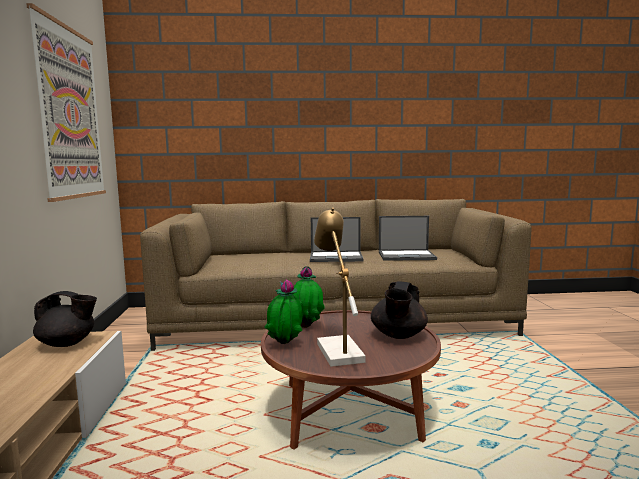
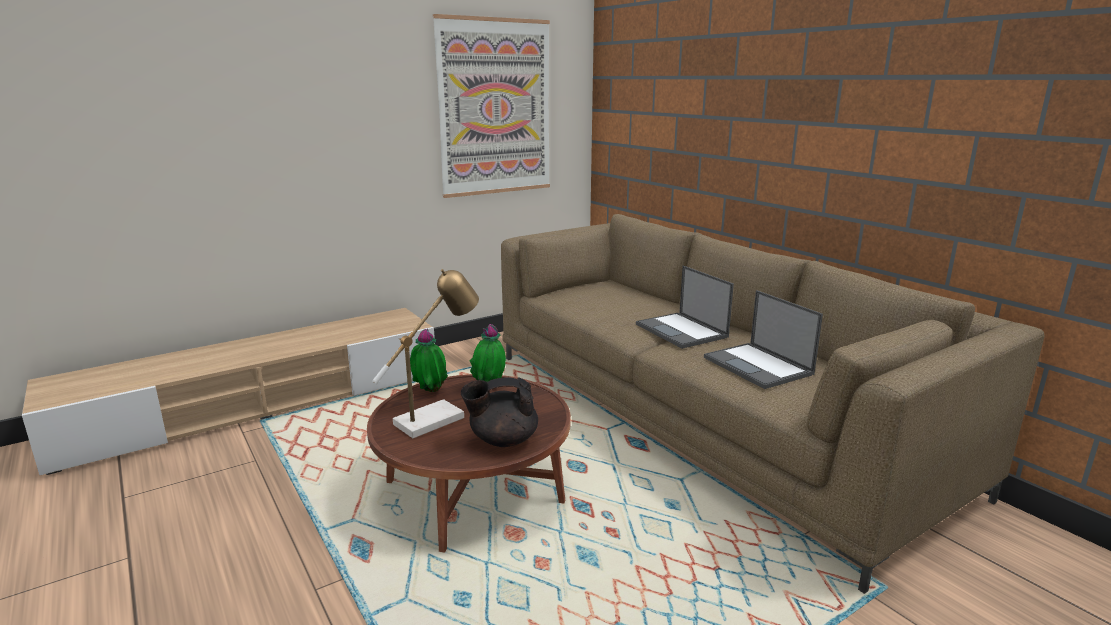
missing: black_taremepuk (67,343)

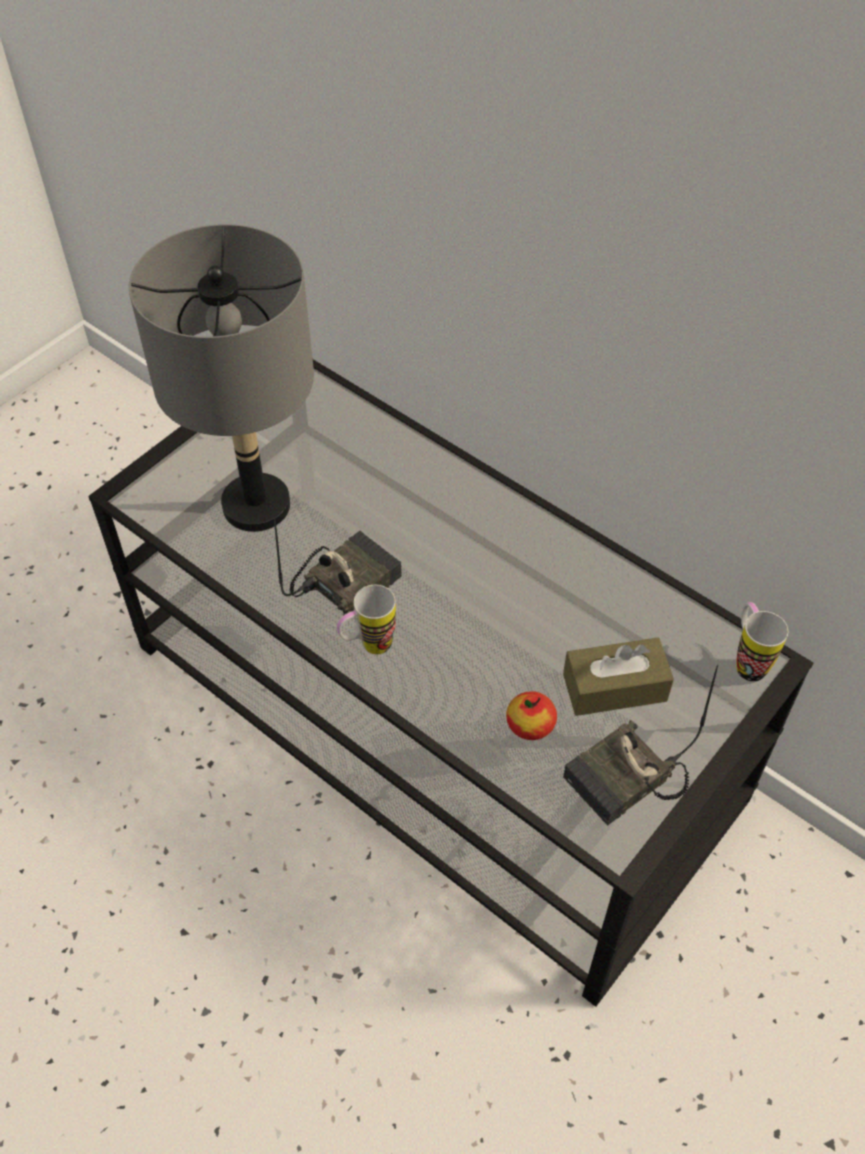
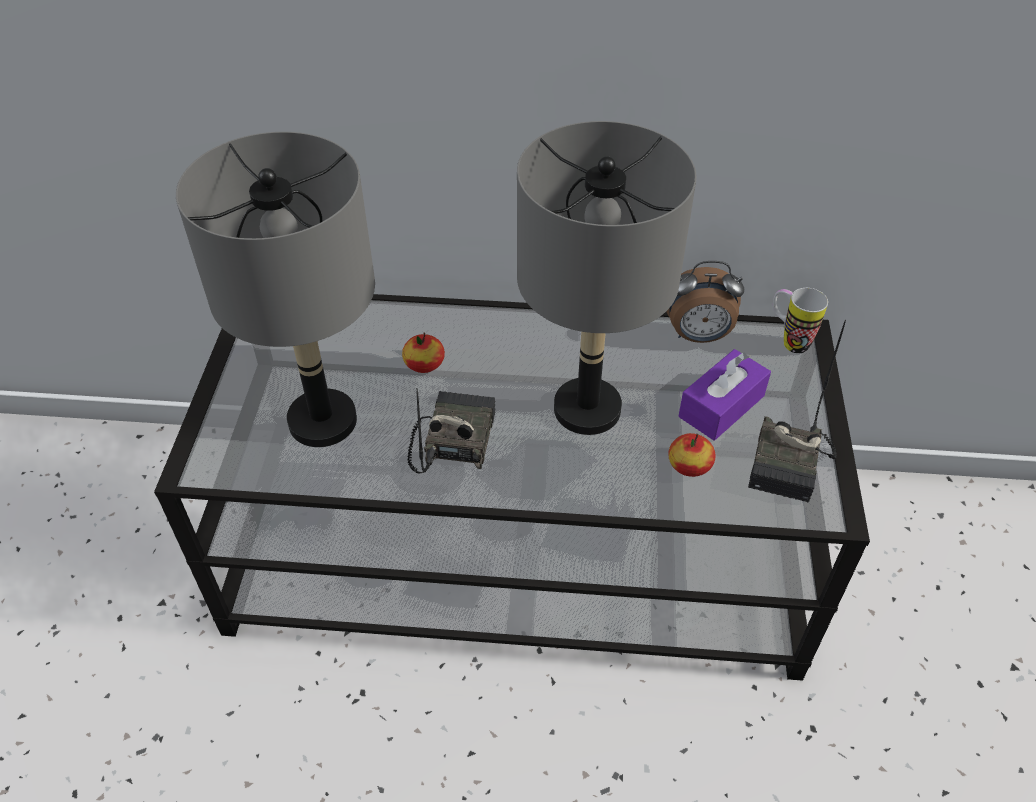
missing: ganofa (368,646)
appeared: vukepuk (424,364); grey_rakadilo (586,410); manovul (698,336)
colour: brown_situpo (614,687) to purple_situpo (721,406)

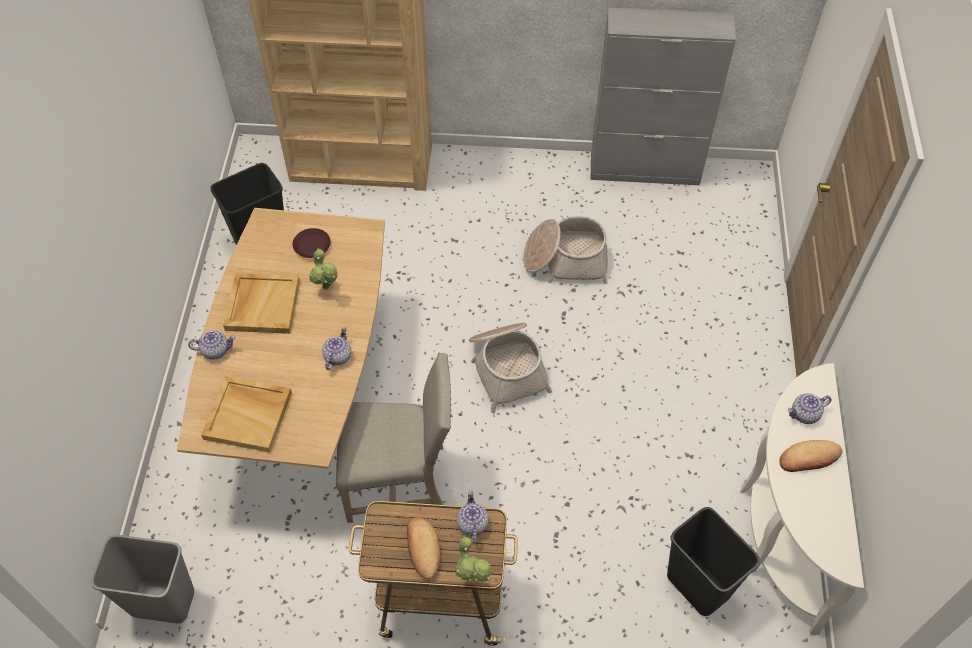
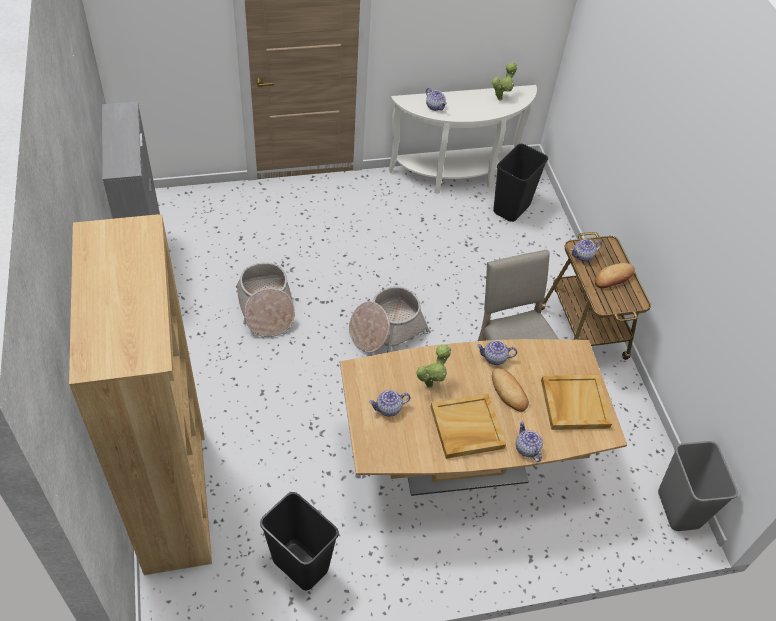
relocated: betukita (472,577) to (501,98); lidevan (809,458) to (508,392)
exchanged: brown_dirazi (311,246) to taremepuk (388,409)

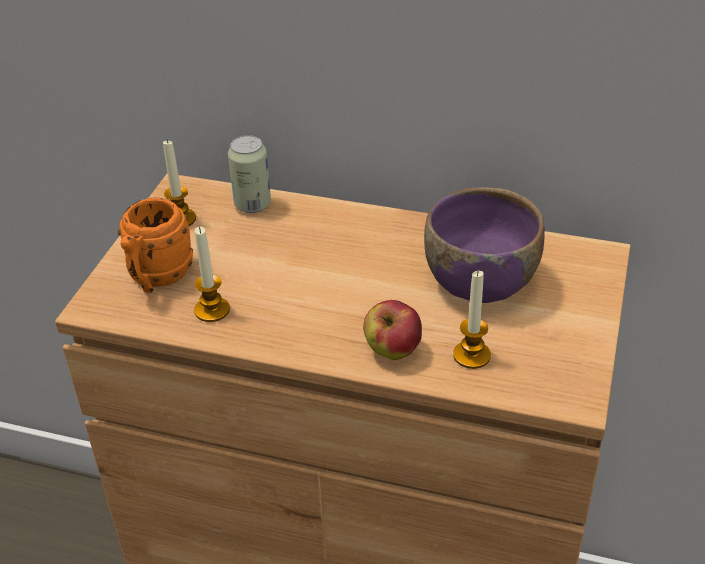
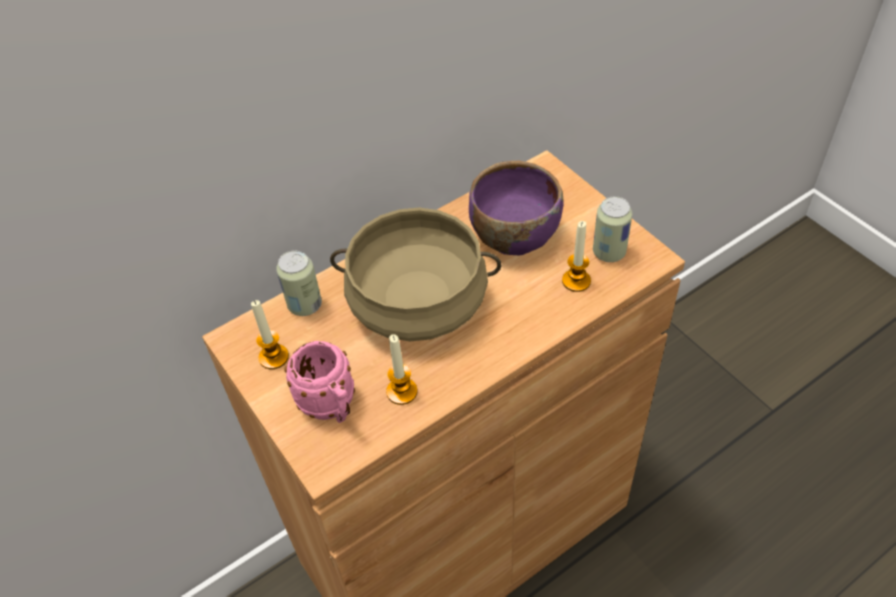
missing: vukepuk (392,350)
appeared: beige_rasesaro (418,302); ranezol (609,252)
colour: orange_ganofa (157,279) to pink_ganofa (332,407)

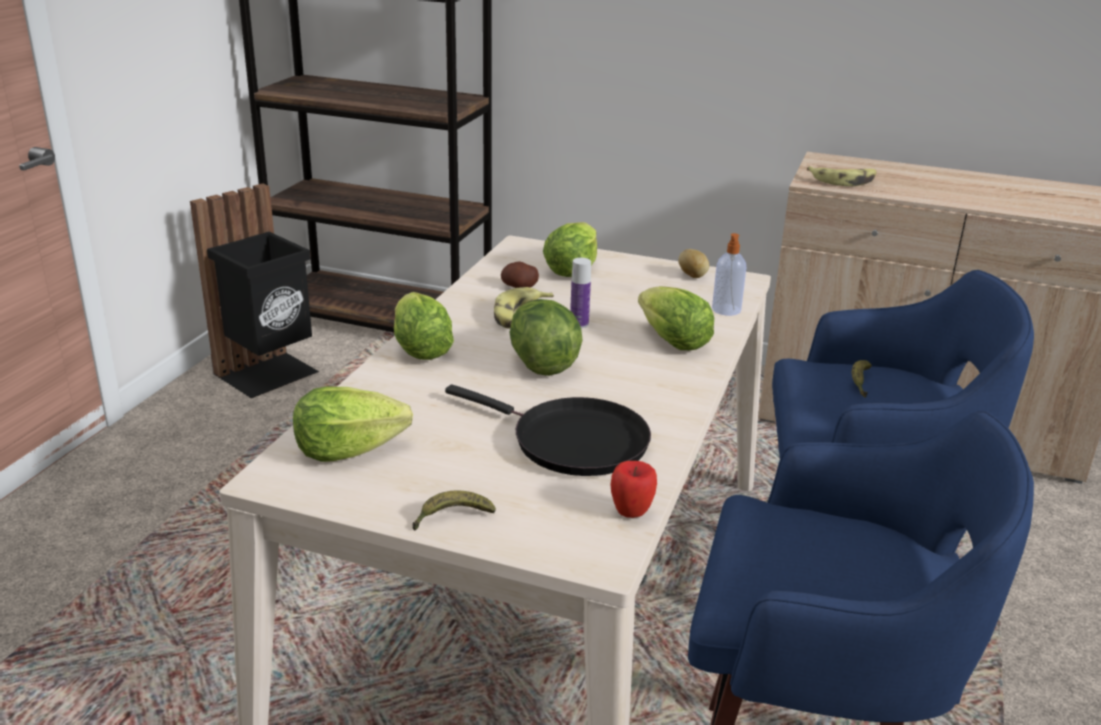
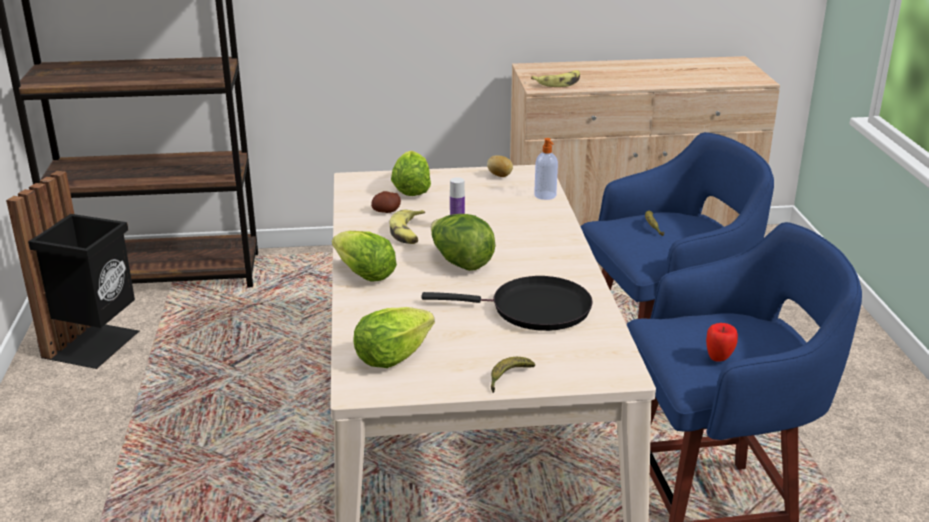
missing: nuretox (673,342)
relocated: vukepuk (631,513) to (719,358)

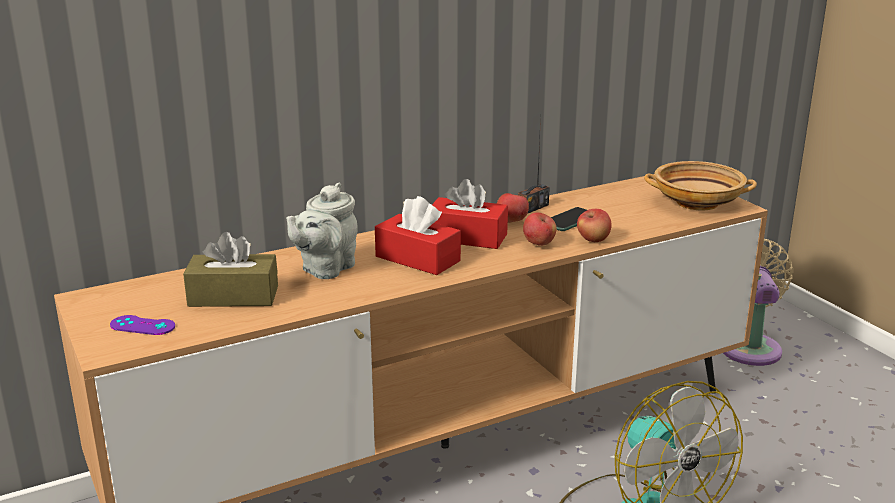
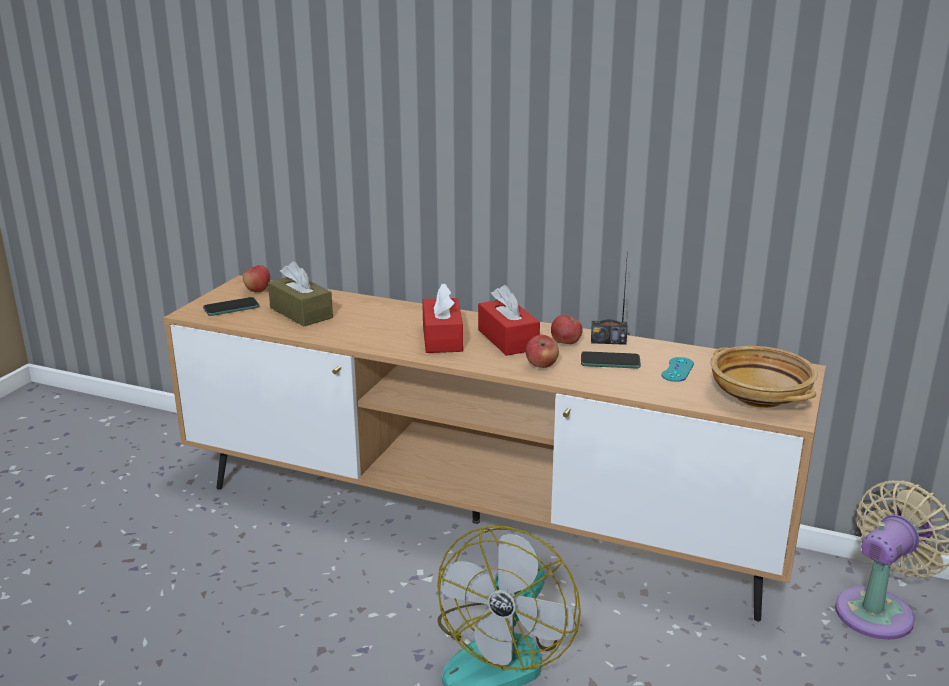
missing: grey_taremepuk (325,269)
appeared: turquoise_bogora (677,370)
relocated: vukepuk (593,240) to (258,290)
exchanged: purple_bogora (142,326) to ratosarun (231,308)

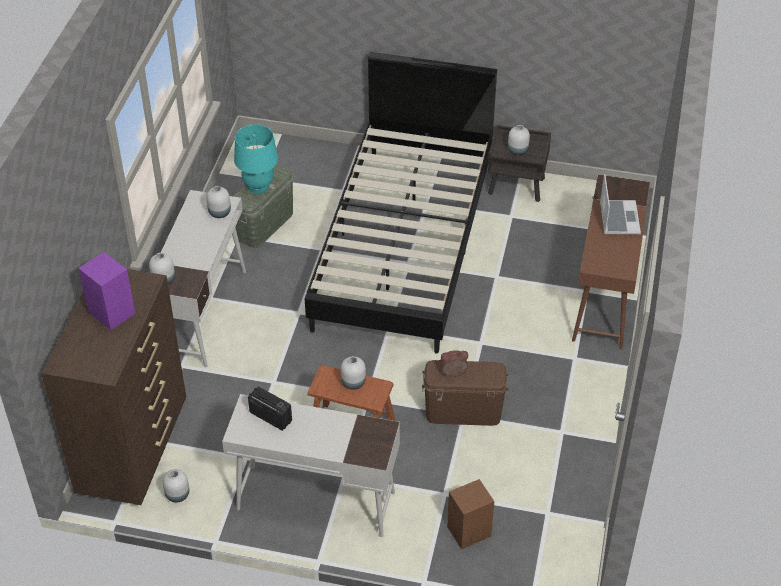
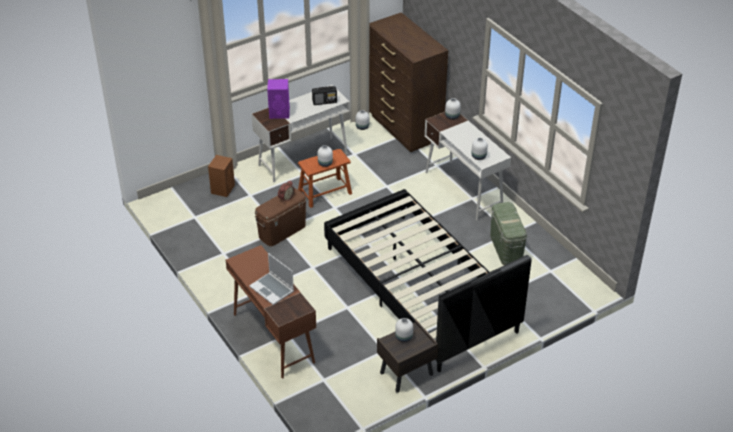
missing: turquoise_rakadilo (258,186)
relocated: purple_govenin (111,312) to (280,113)

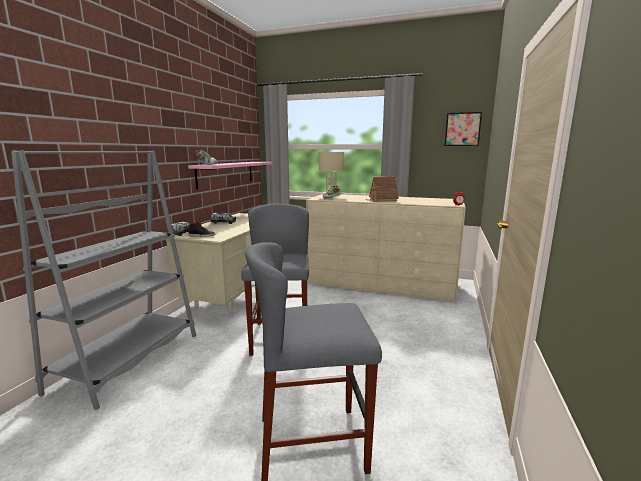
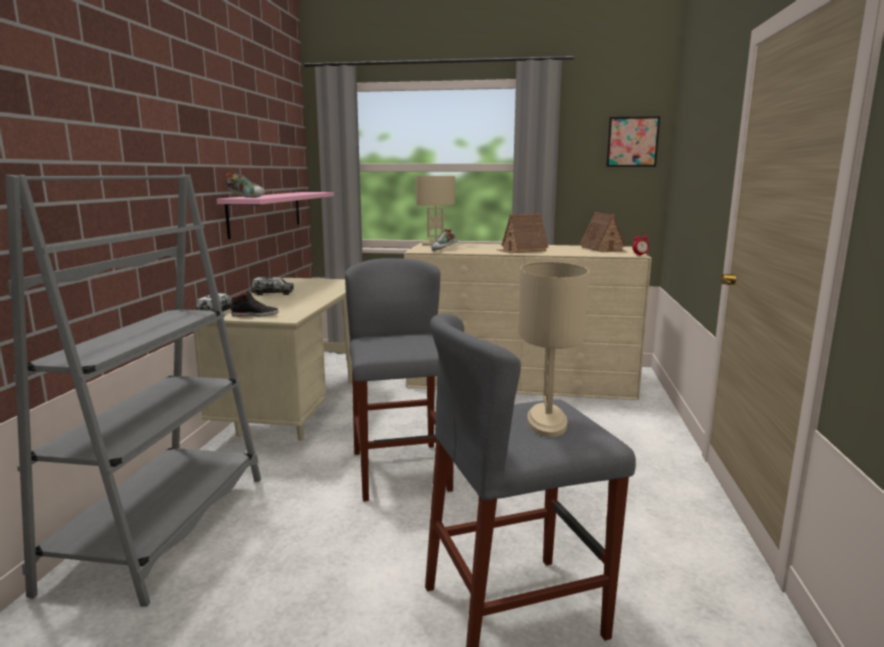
appeared: beige_rakadilo (547,422); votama (603,249)

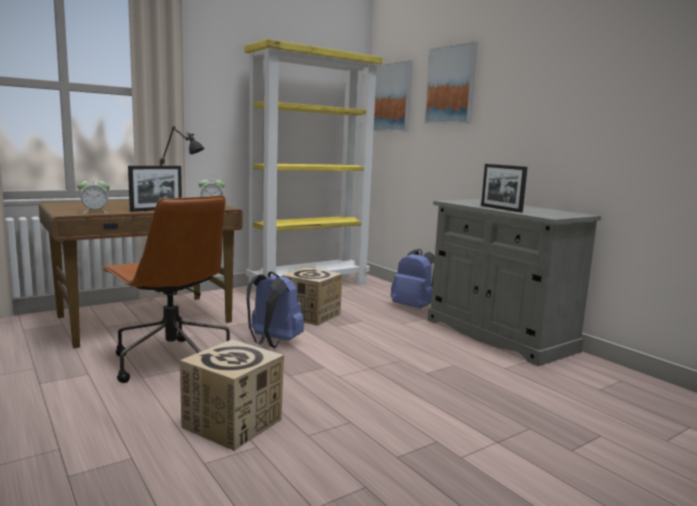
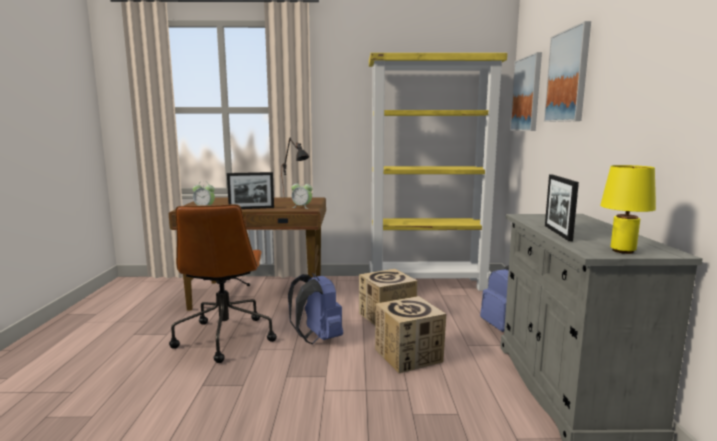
appeared: yellow_rakadilo (622,251)
relocated: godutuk (233,423) to (408,355)

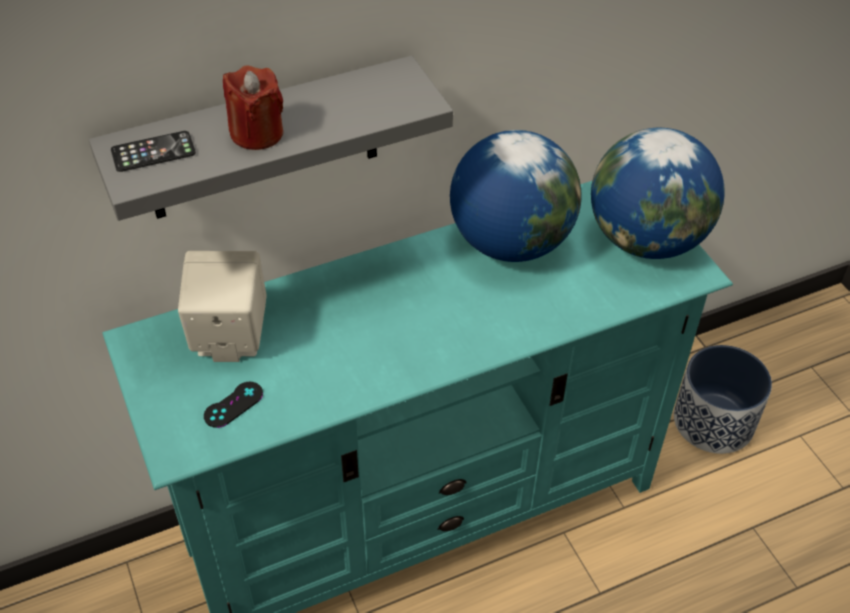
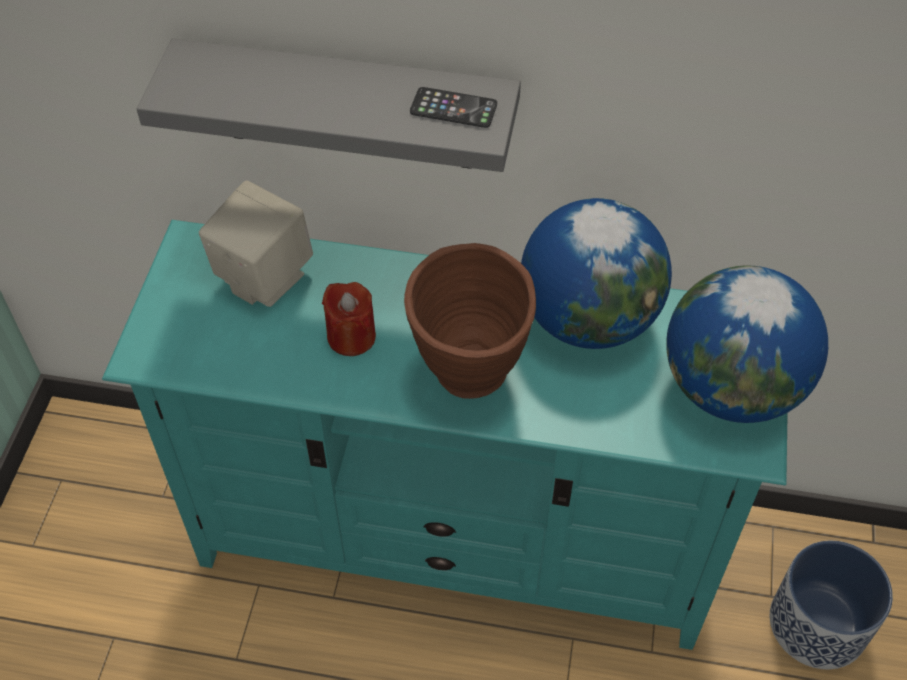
missing: black_bogora (233,405)
appeared: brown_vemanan (470,384)
relocated: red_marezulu (257,133) to (351,337); ratosarun (153,152) to (453,108)

